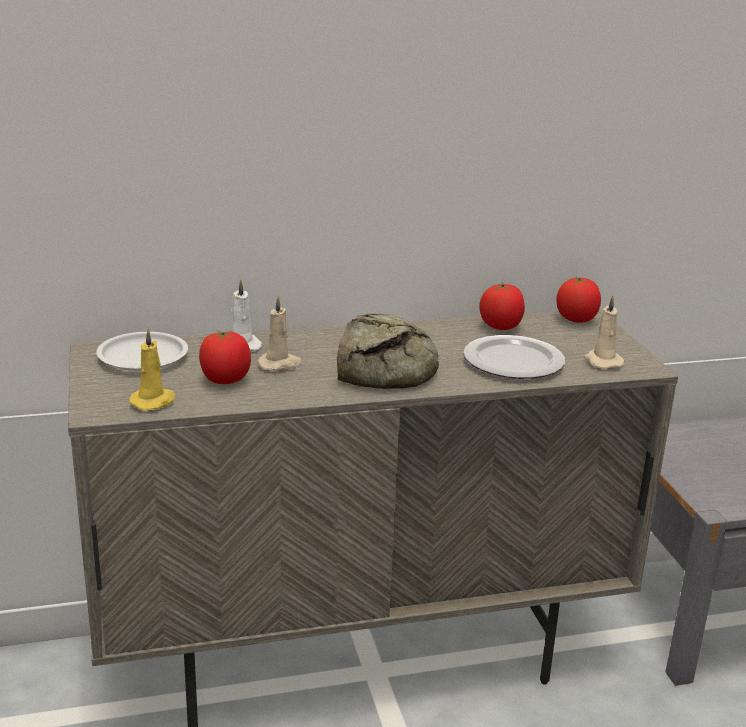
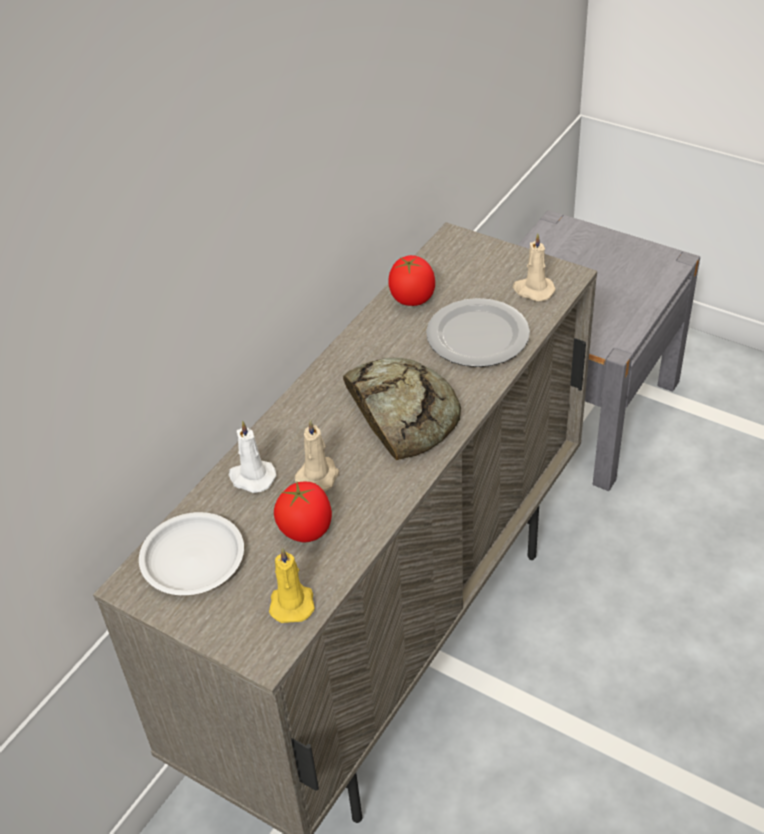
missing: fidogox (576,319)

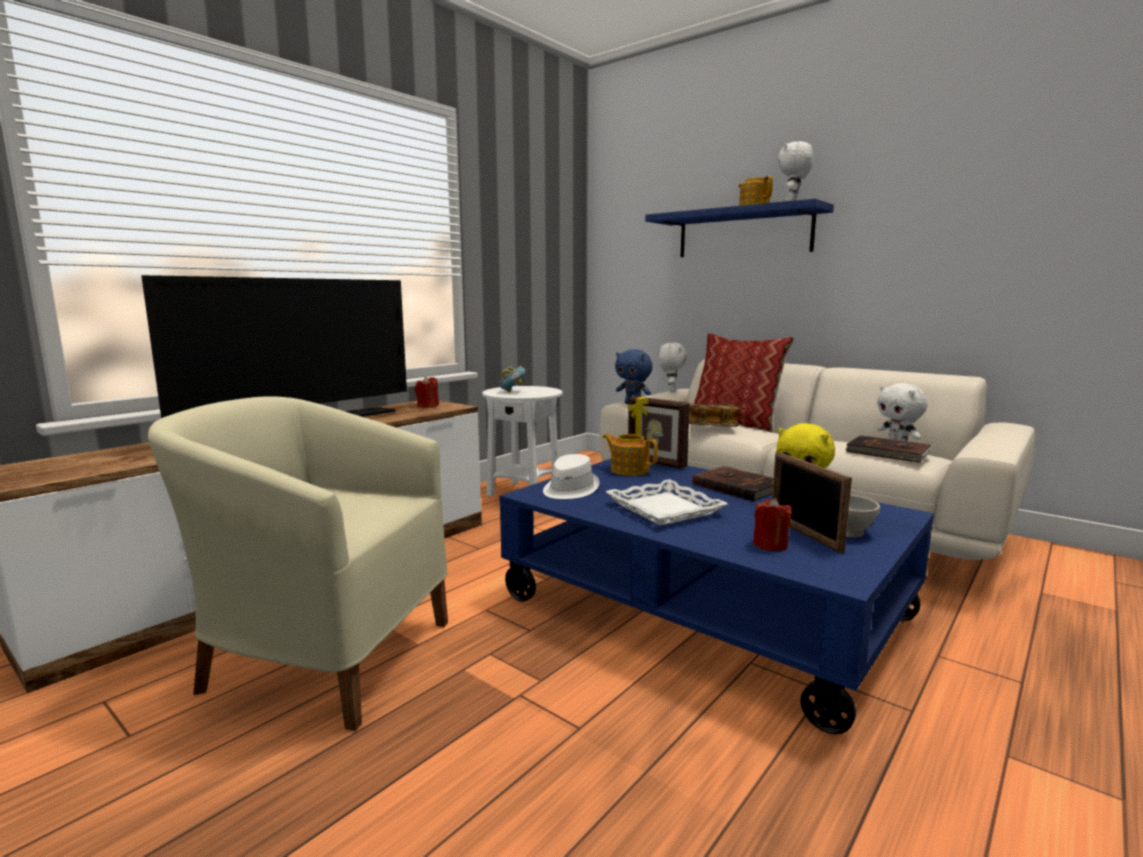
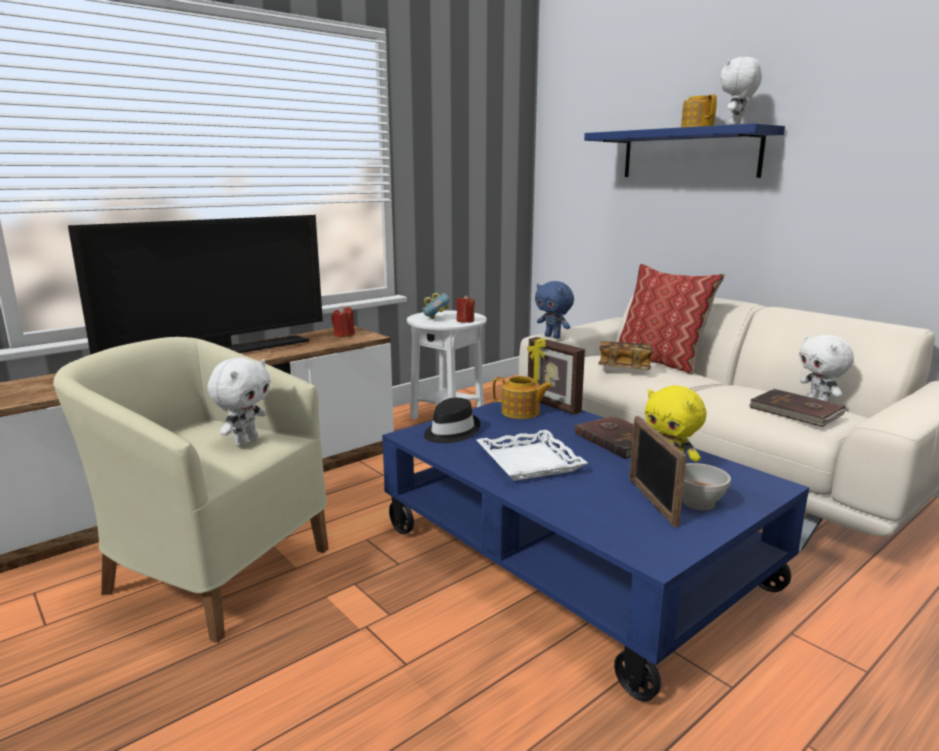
relocated: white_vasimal (671,391) to (245,441); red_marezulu (770,545) to (465,321)
colour: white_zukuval (569,489) to black_zukuval (450,432)
spun: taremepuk (629,470) = (521,412) 150 degrees clockwise

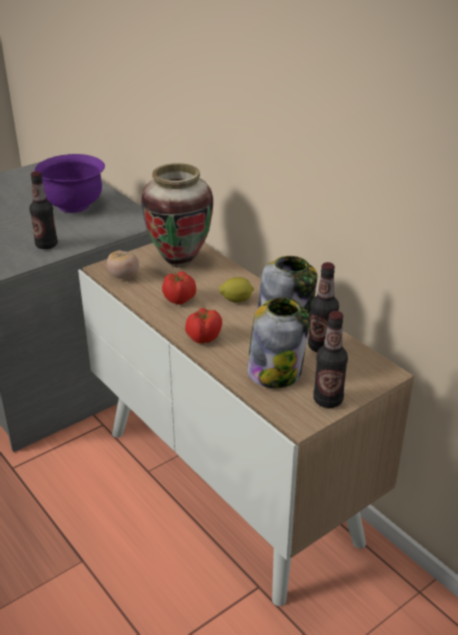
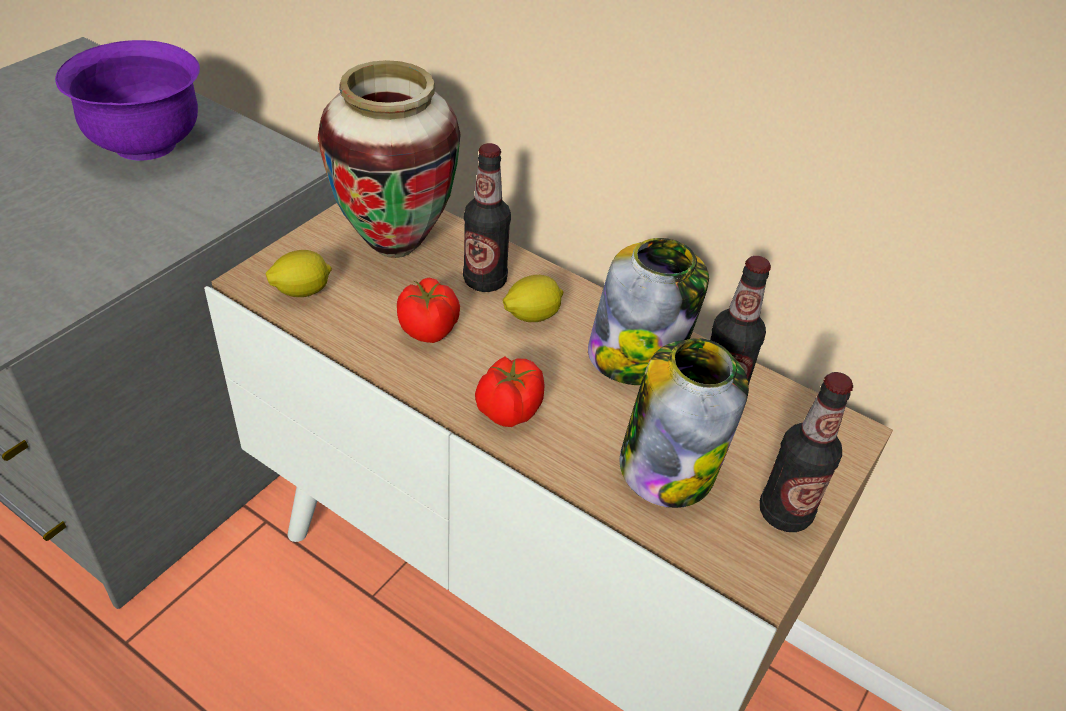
relocated: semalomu (46,245) to (485,281)
exchanged: fidogox (123,276) to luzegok (301,291)

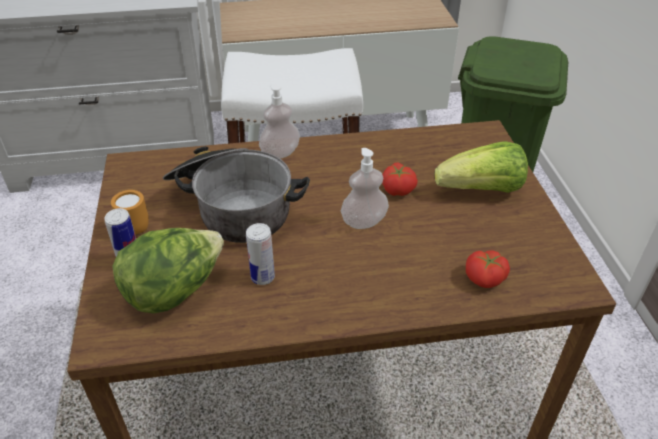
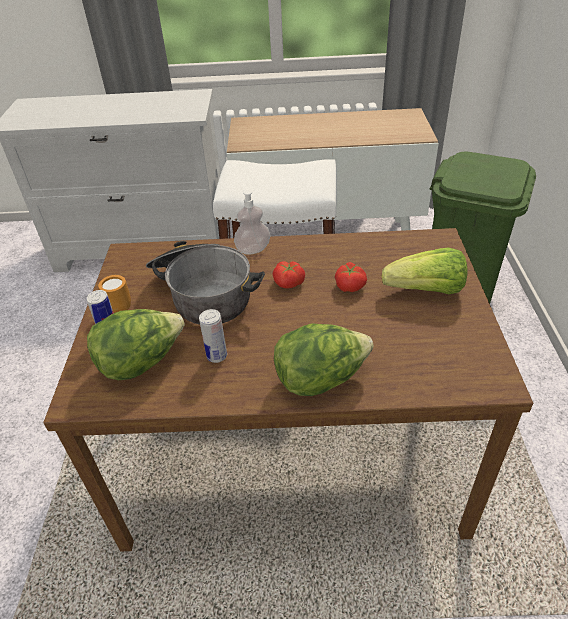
missing: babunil (364,221)
appeared: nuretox (321,379)
relocated: fidogox (485,279) to (289,283)

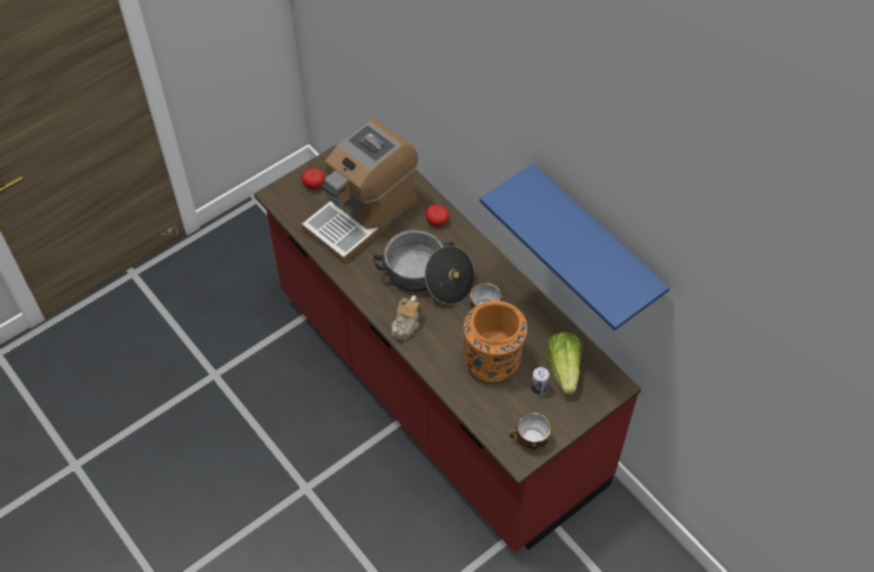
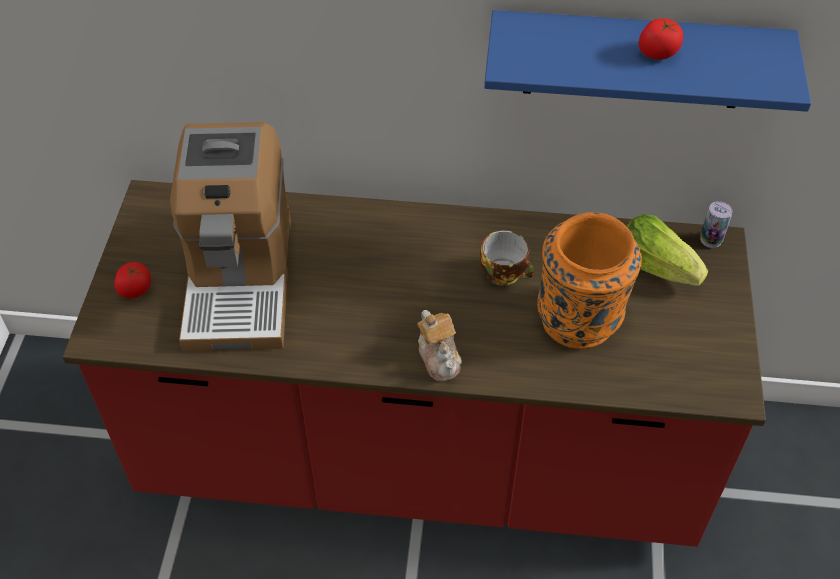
missing: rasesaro (427,277); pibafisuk (530,440)
relocated: fidogox (436,221) to (658,53); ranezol (538,389) to (711,240)

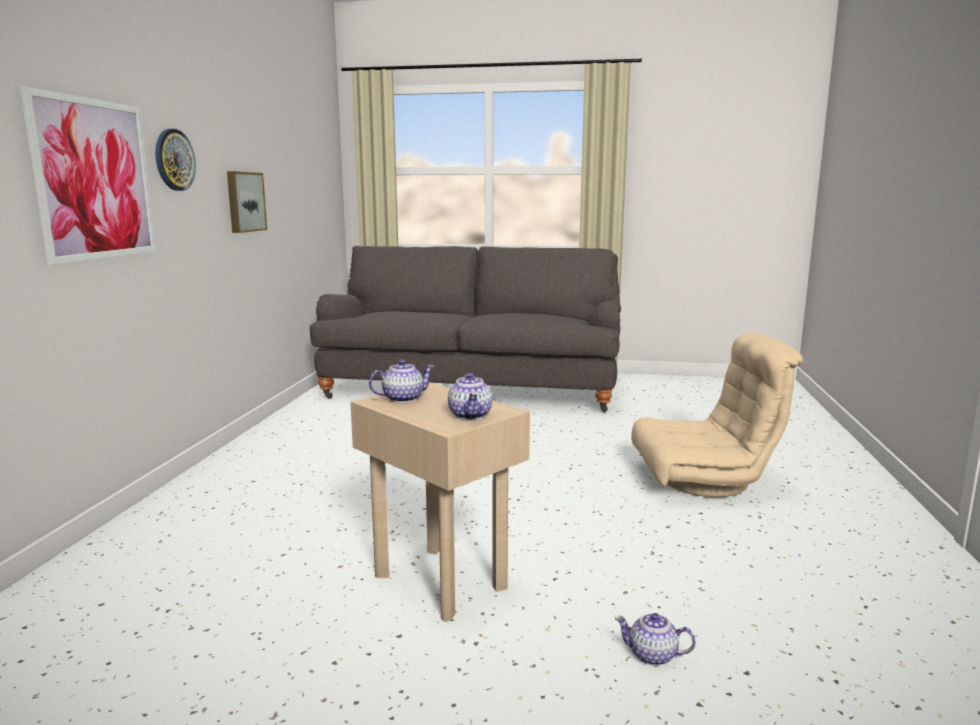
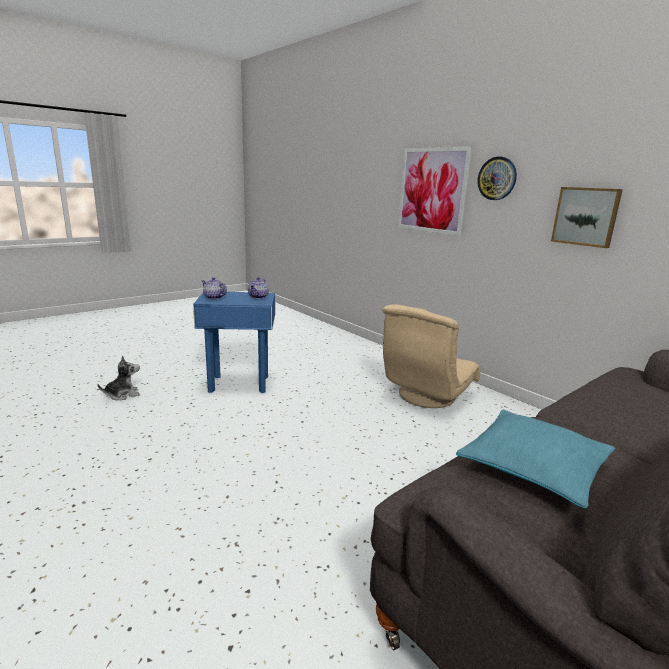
appeared: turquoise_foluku (533,467)
relocated: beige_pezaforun (704,482) to (425,395)
exchanged: taremepuk (653,655) to vasimal (123,394)
colour: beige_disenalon (441,580) to blue_disenalon (239,384)

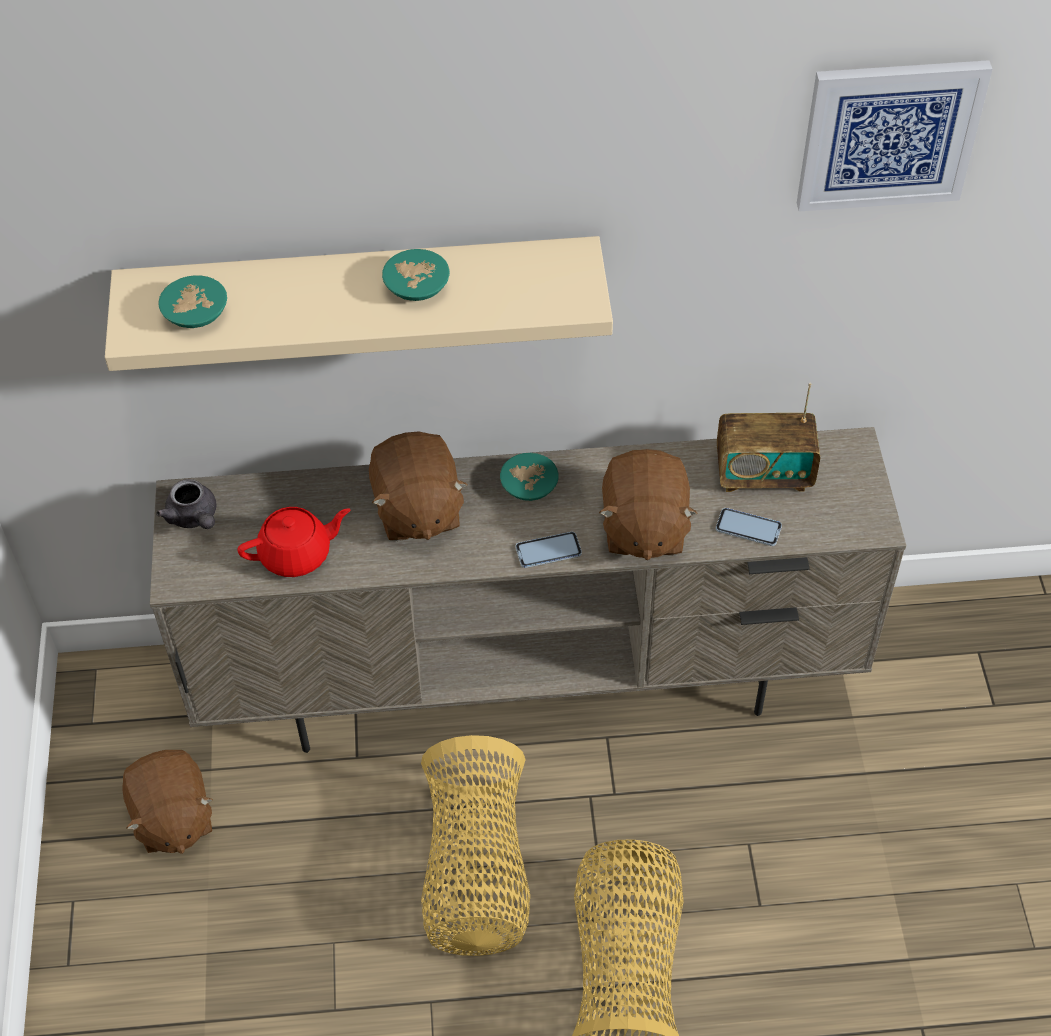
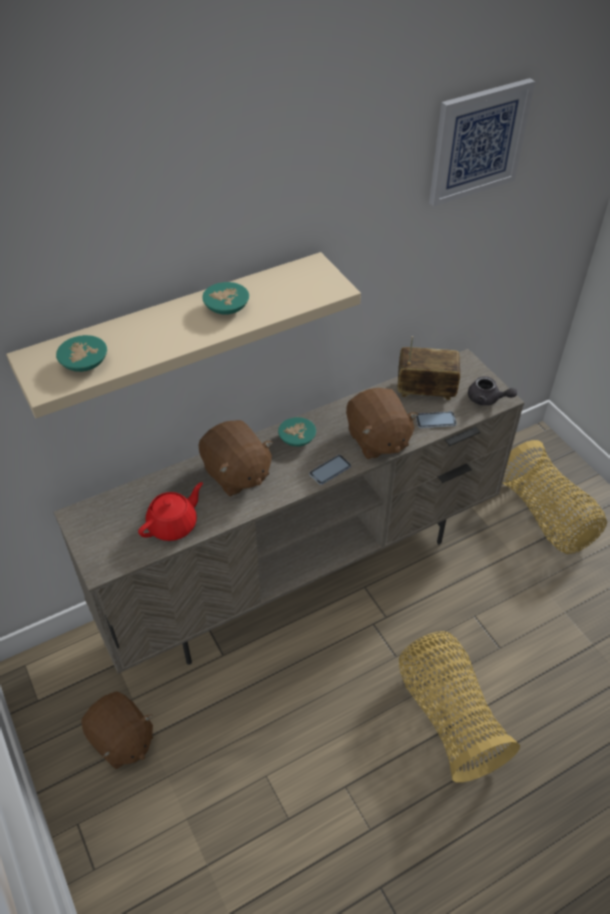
relocated: grey_taremepuk (194,518) to (487,399); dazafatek (476,873) to (545,517)
spun: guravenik (763,474) = (425,390) 150 degrees counterclockwise

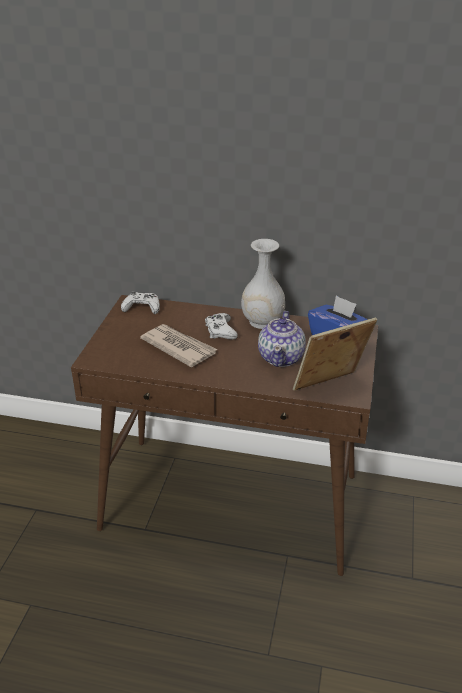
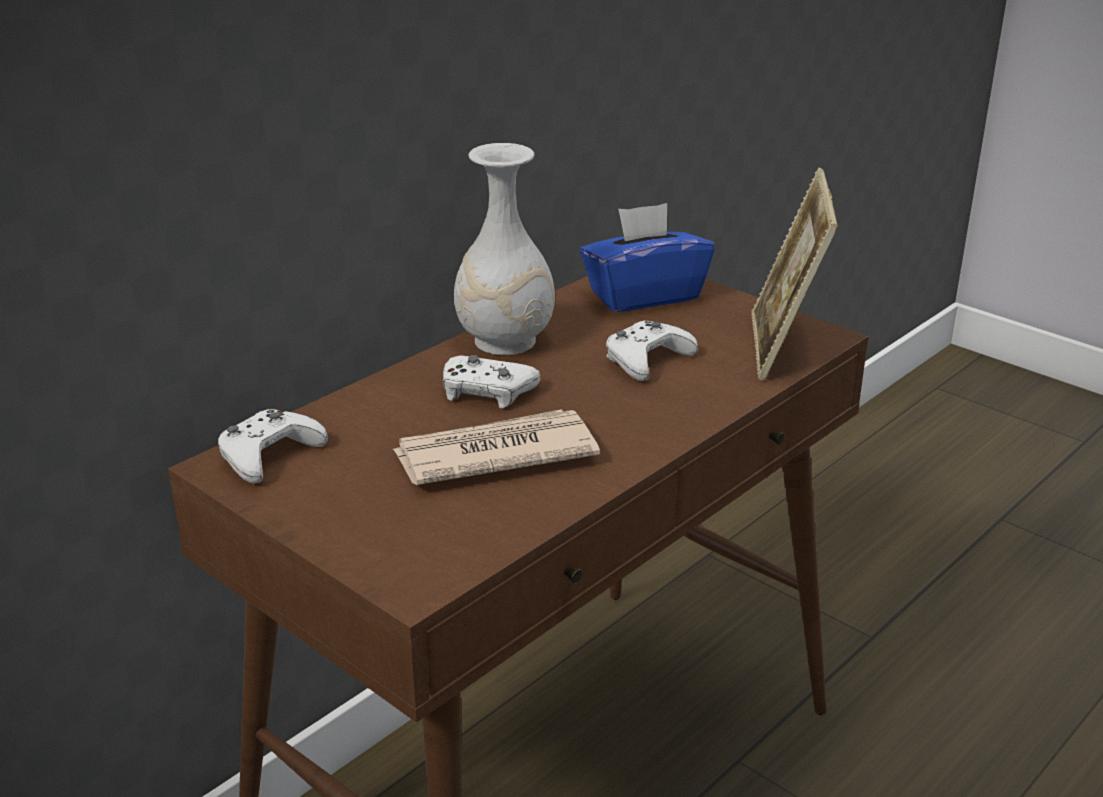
exchanged: taremepuk (281,357) to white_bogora (647,360)

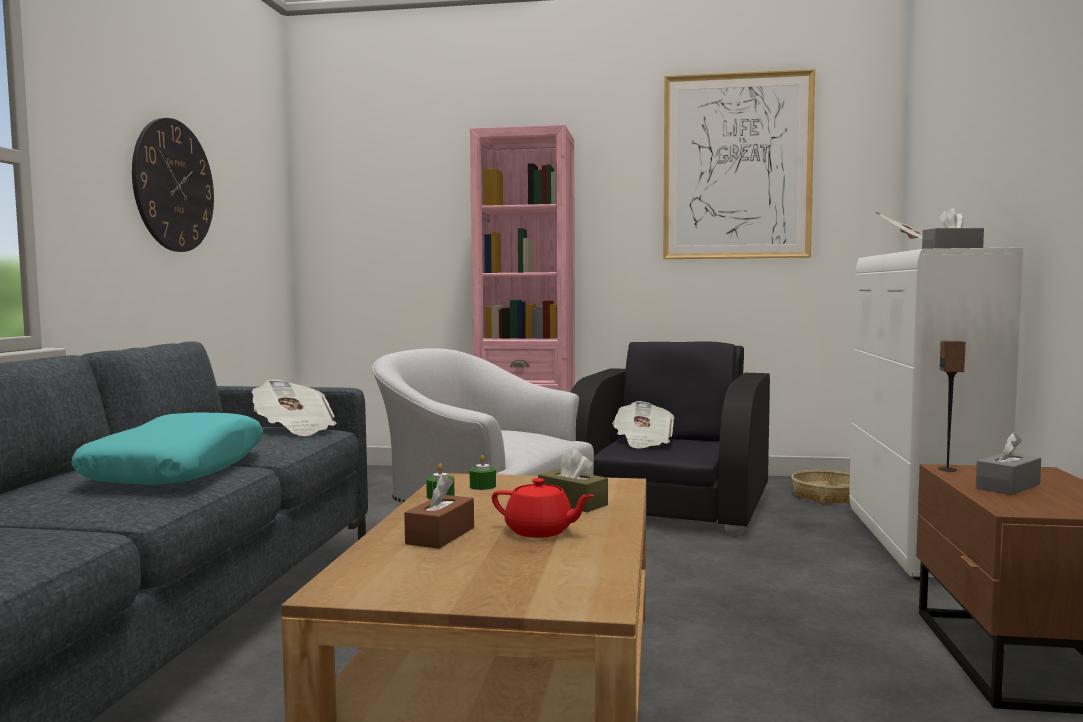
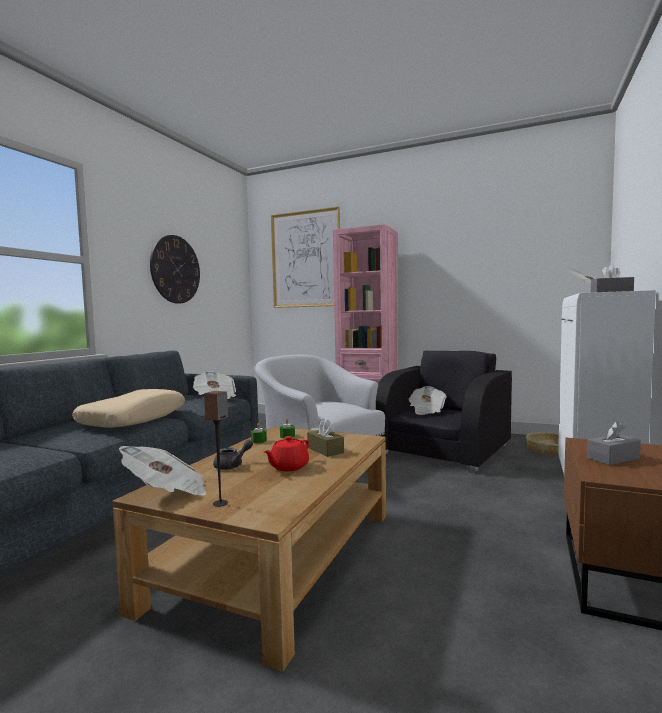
appeared: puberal (167,492)
relocated: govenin (948,469) to (220,503); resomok (736,167) to (306,259)
exchanged: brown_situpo (440,535) to grey_taremepuk (233,465)
colour: turquoise_foluku (177,470) to beige_foluku (134,419)
spun: red_taremepuk (540,531) = (288,467) 90 degrees clockwise

